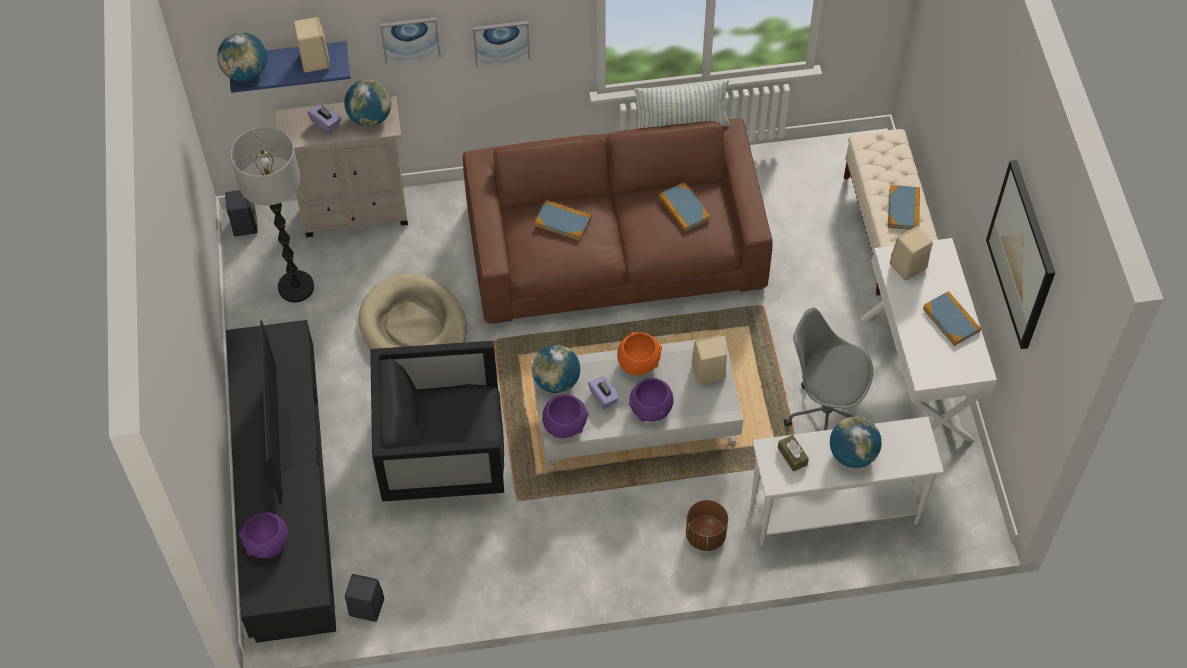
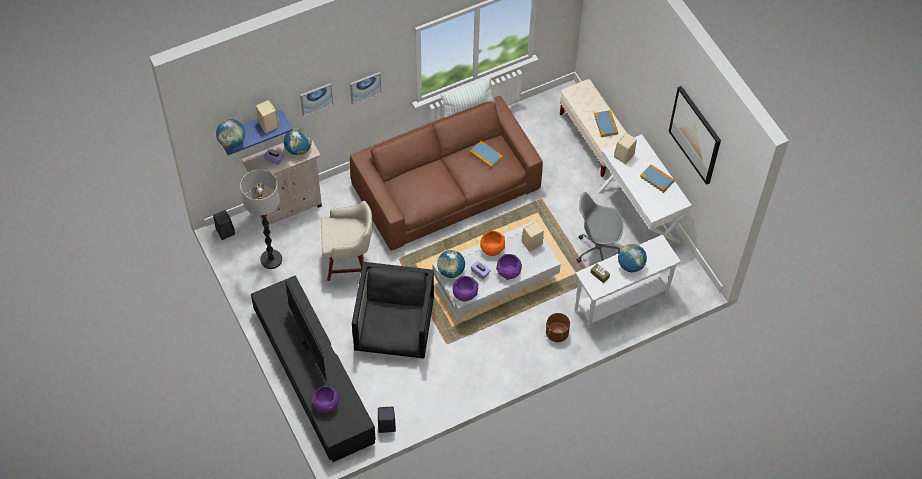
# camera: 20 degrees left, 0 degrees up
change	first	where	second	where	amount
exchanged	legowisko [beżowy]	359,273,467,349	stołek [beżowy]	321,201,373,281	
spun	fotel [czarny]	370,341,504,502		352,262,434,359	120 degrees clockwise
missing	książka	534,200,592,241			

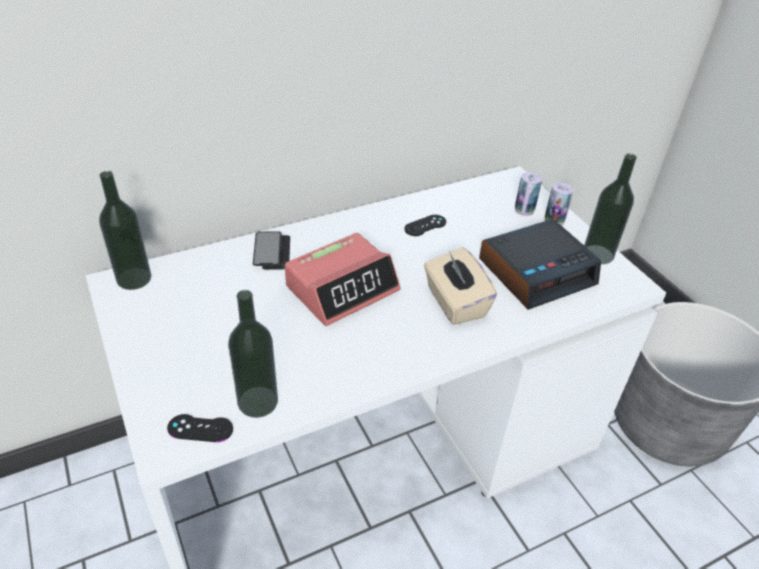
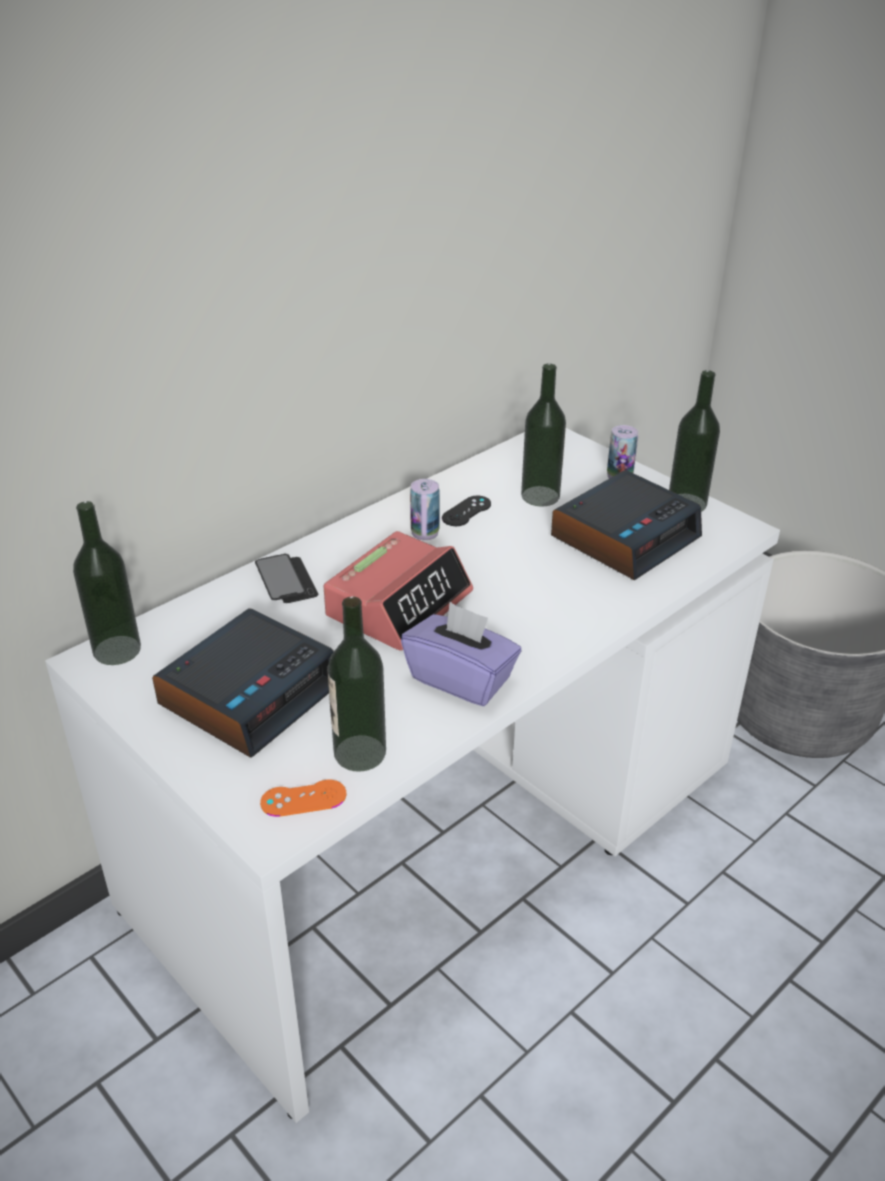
# camera: 15 degrees left, 5 degrees down
change	first	where	second	where	amount
colour	pad do gier [czarny]	167,414,233,442	pad do gier [pomarańczowy]	260,780,346,817	
missing	pudełko chusteczek [beżowy]	424,247,497,325			
relocated	puszka	515,172,542,216		410,479,440,540	
appeared			budzik	152,608,334,758	
appeared			pudełko chusteczek [fioletowy]	401,602,521,706	
appeared			butelka	521,363,566,506	

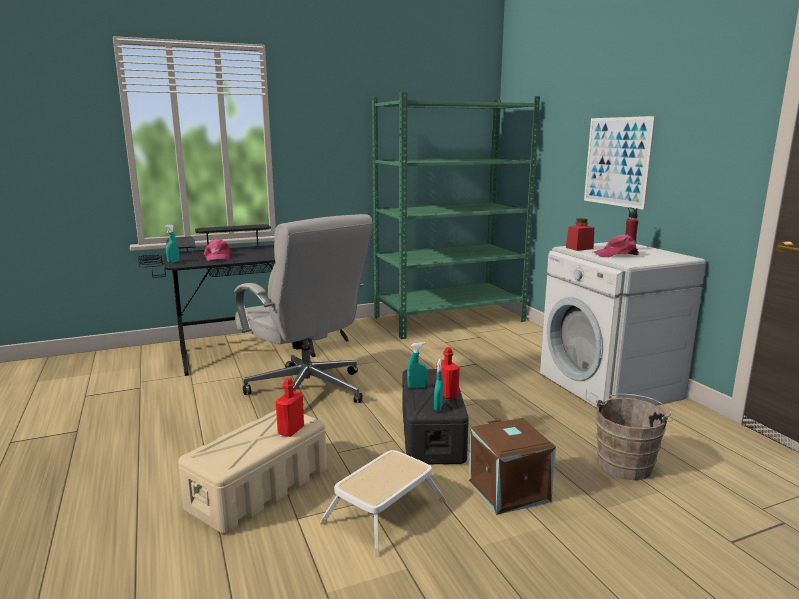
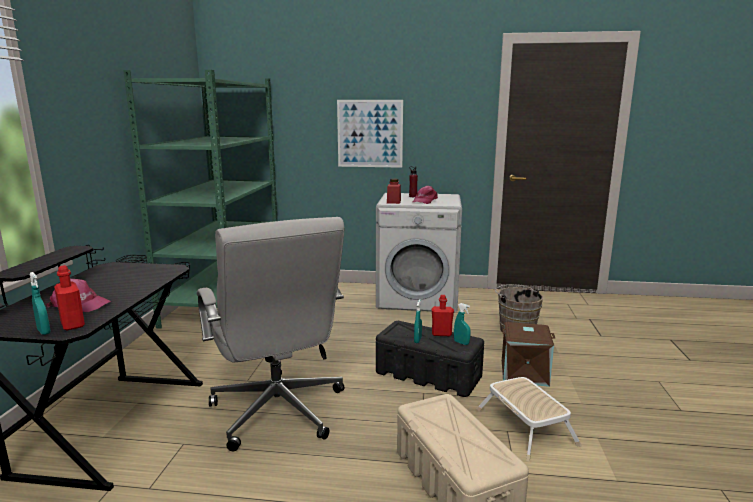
# camera: 60 degrees left, 0 degrees up
change	first	where	second	where	amount
spun	krzesło biurowe [szary]	234,214,373,403		196,217,344,451	75 degrees clockwise
relocated	butelka [czerwony]	275,378,304,437		54,265,85,330	

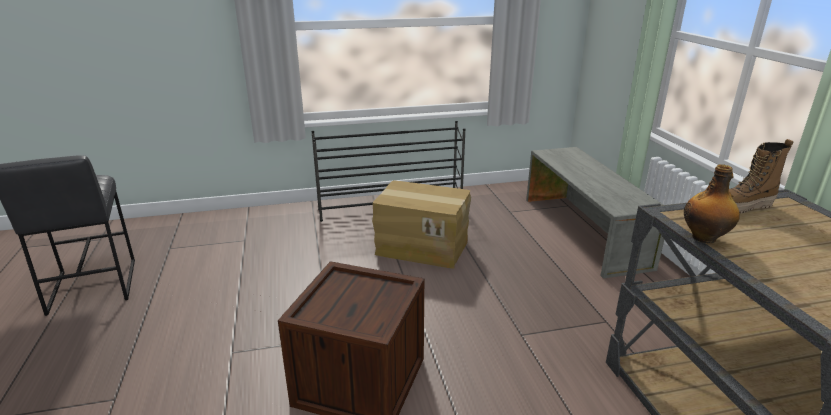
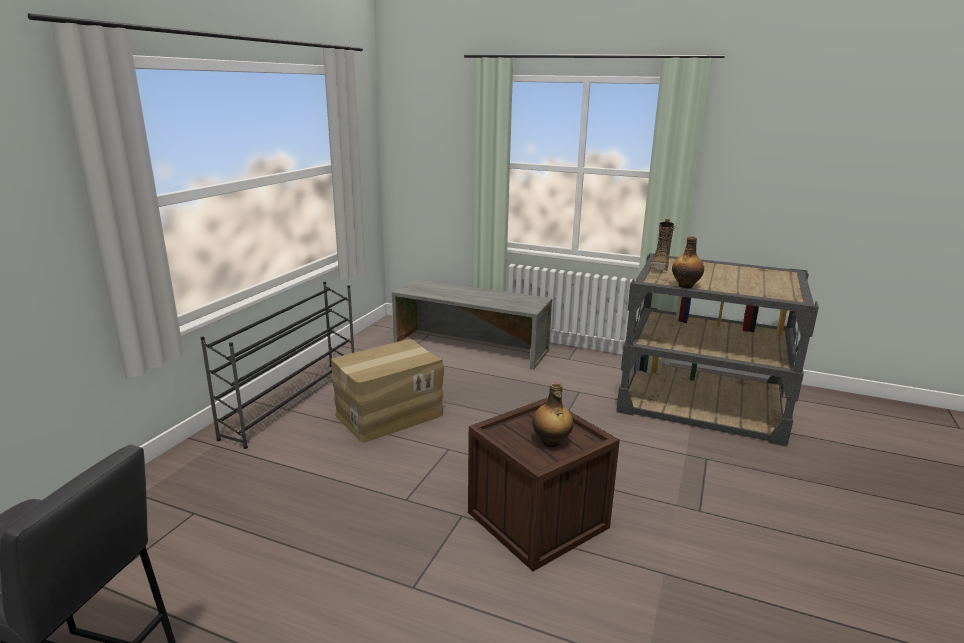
# camera: 55 degrees left, 5 degrees down
change	first	where	second	where	amount
appeared			butelka	532,383,573,447	

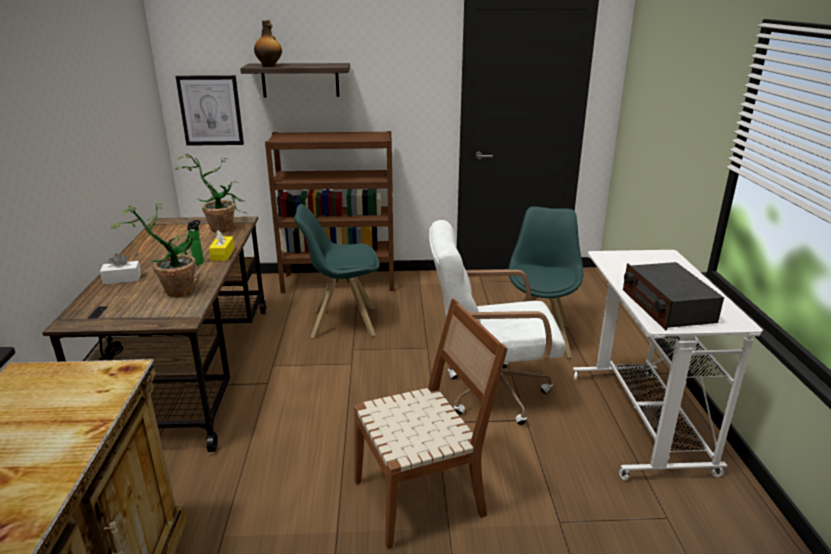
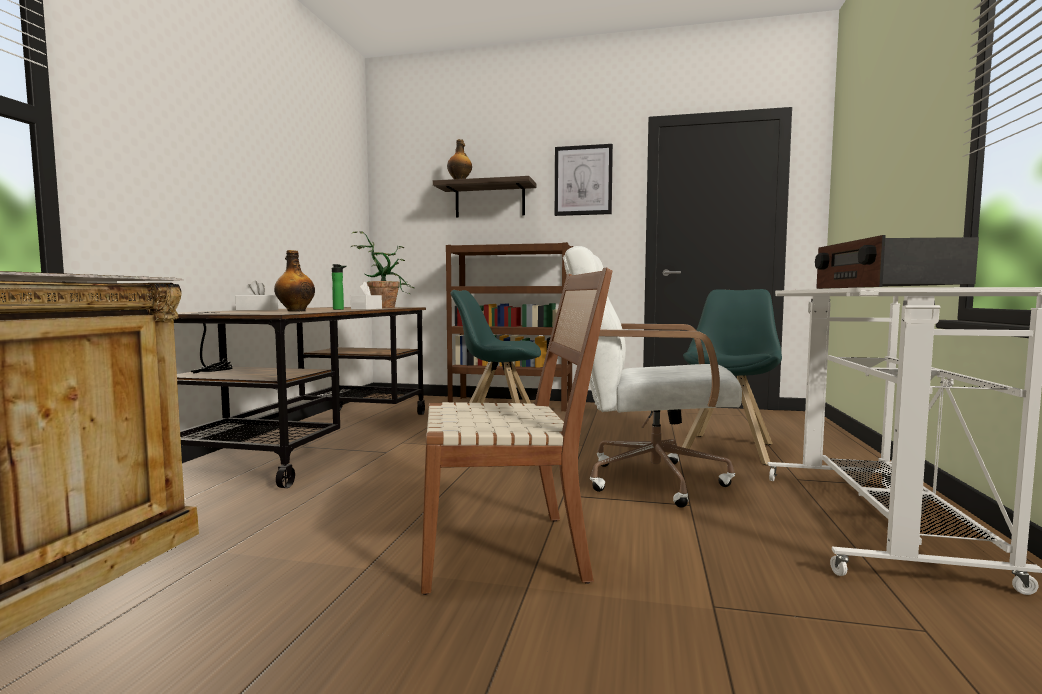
# camera: 15 degrees right, 20 degrees down
change	first	where	second	where	amount
exchanged	roślina doniczkowa	111,203,205,297	butelka	274,250,315,312	
relocated	obraz	176,75,244,146		555,144,613,216	
colour	pudełko chusteczek [żółty]	209,230,235,261	pudełko chusteczek [biały]	351,282,382,310	

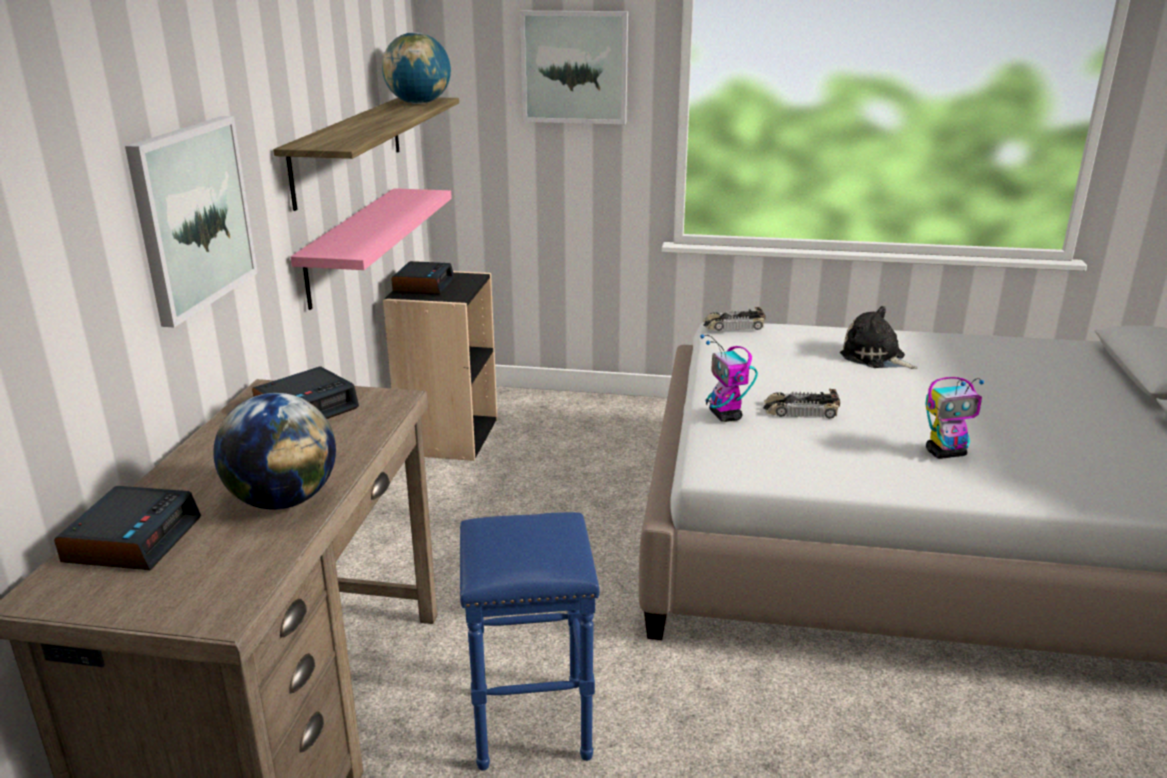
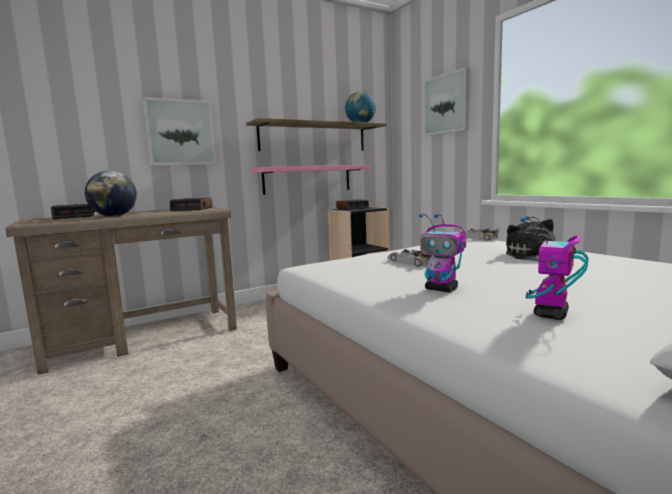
# camera: 50 degrees right, 15 degrees down
change	first	where	second	where	amount
missing	stołek [niebieski]	460,512,600,771			
relocated	robot zabawkowy	700,334,758,422		520,216,588,320	

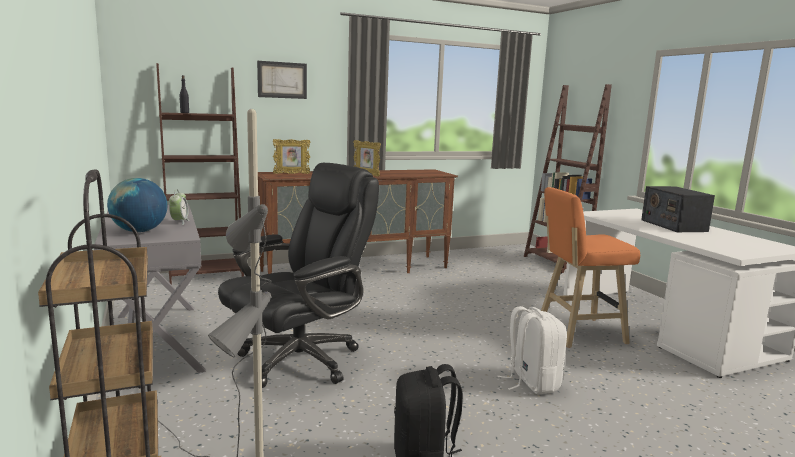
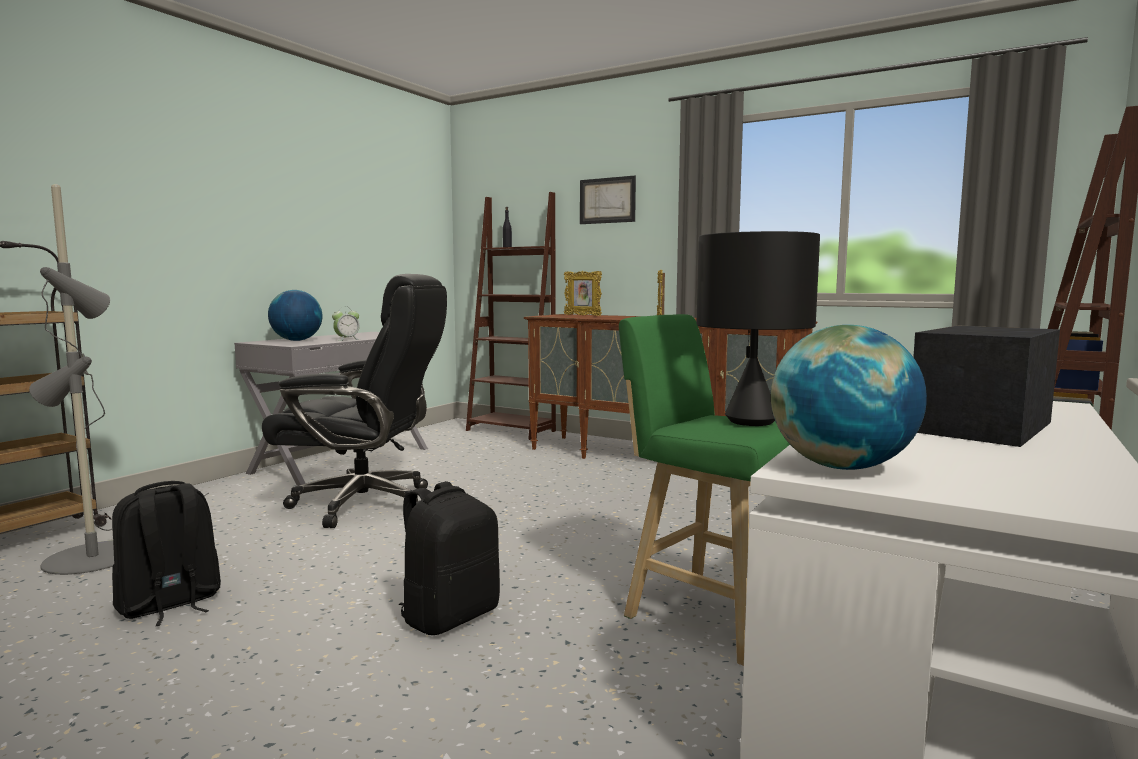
# camera: 55 degrees right, 5 degrees down
change	first	where	second	where	amount
colour	plecak [biały]	498,306,567,395	plecak [czarny]	399,481,500,635	
colour	stołek [pomarańczowy]	541,187,640,348	stołek [zielony]	619,314,790,666	
appeared			lampa stołowa [czarny]	697,231,820,426	
appeared			globus	771,325,927,470	

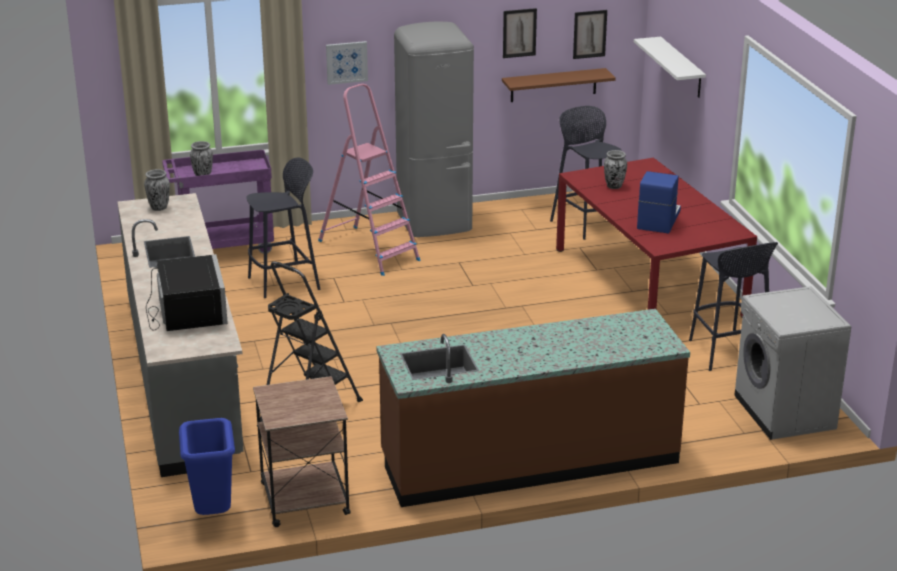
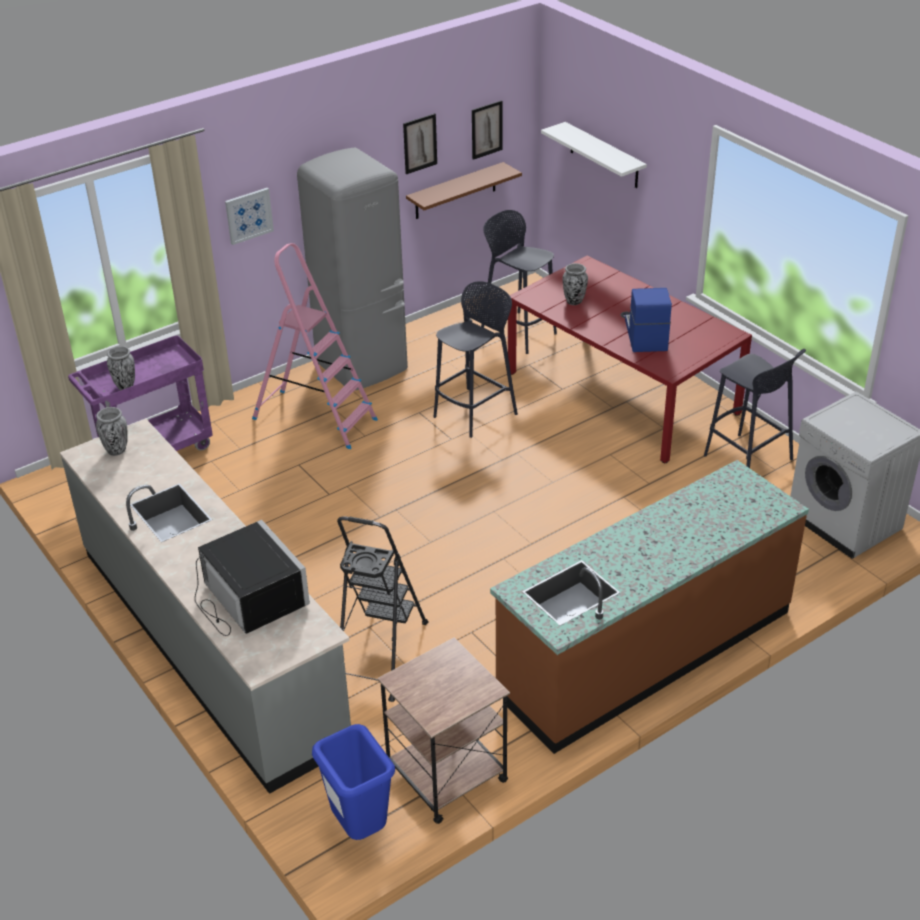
# camera: 20 degrees left, 10 degrees up
change	first	where	second	where	amount
relocated	stołek [szary]	246,158,321,298		434,281,518,438	

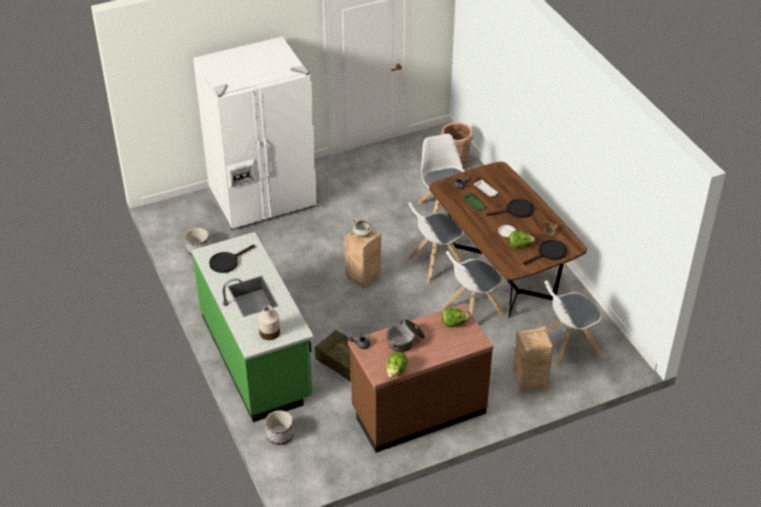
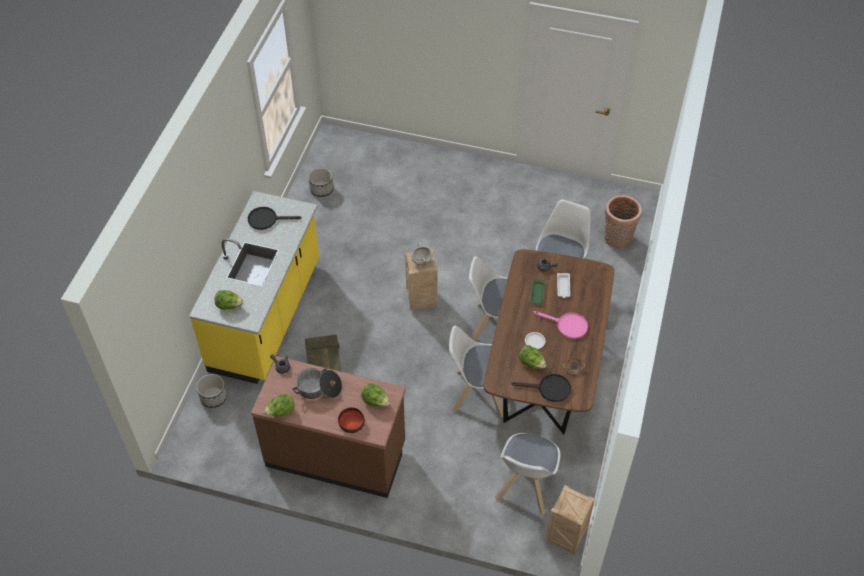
# camera: 40 degrees right, 10 degrees up
change	first	where	second	where	amount
colour	zabudowa kuchenna [zielony]	192,232,314,422	zabudowa kuchenna [żółty]	189,191,319,384	
missing	lodówka [biały]	193,37,317,230			
exchanged	wazon [beżowy]	258,305,280,340	sałata	214,290,244,310	
colour	patelnia [czarny]	486,199,534,218	patelnia [różowy]	534,311,588,339	
relocated	skrzynka	513,326,553,393		545,485,595,555	
spun	krzesło	545,280,602,367		495,433,560,515	90 degrees counterclockwise
appeared			miska	338,407,365,433	

